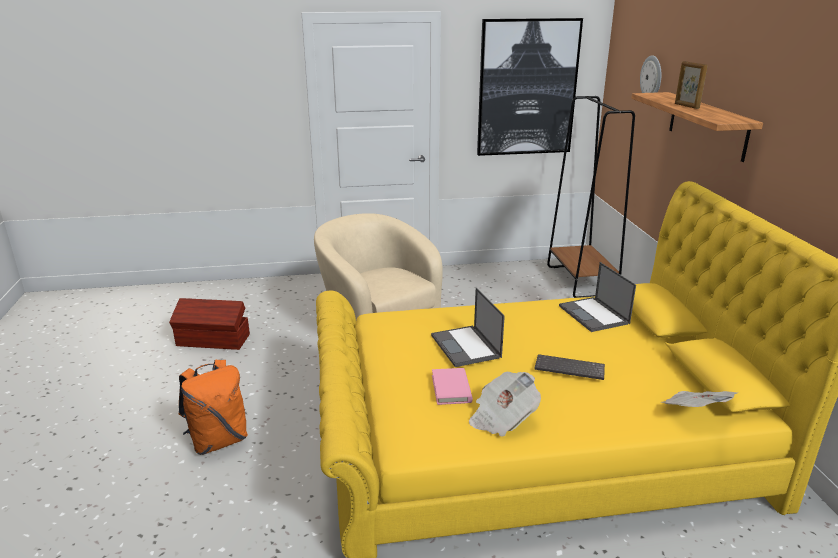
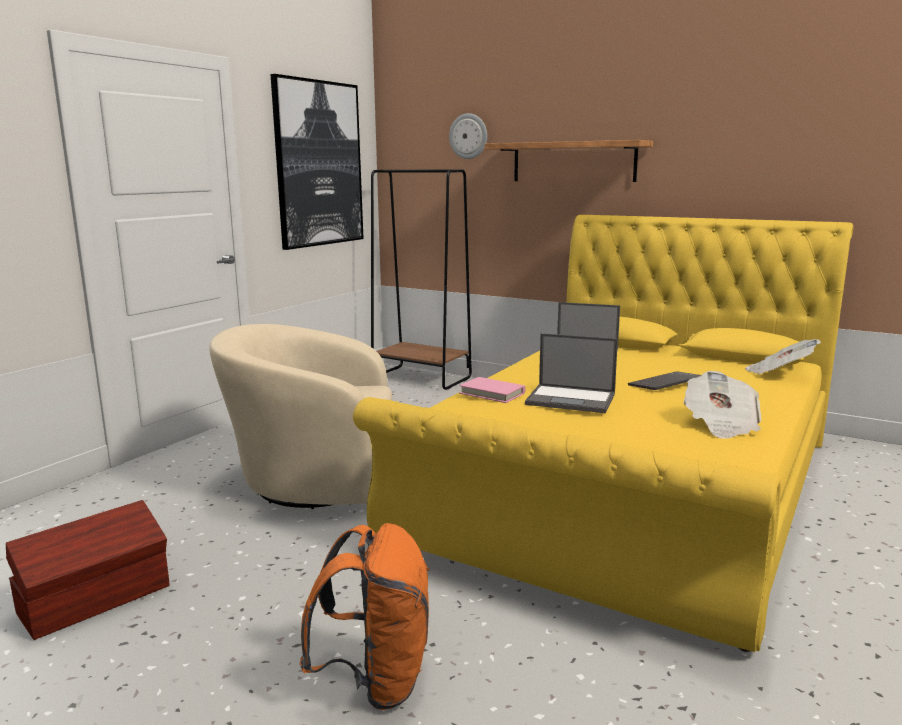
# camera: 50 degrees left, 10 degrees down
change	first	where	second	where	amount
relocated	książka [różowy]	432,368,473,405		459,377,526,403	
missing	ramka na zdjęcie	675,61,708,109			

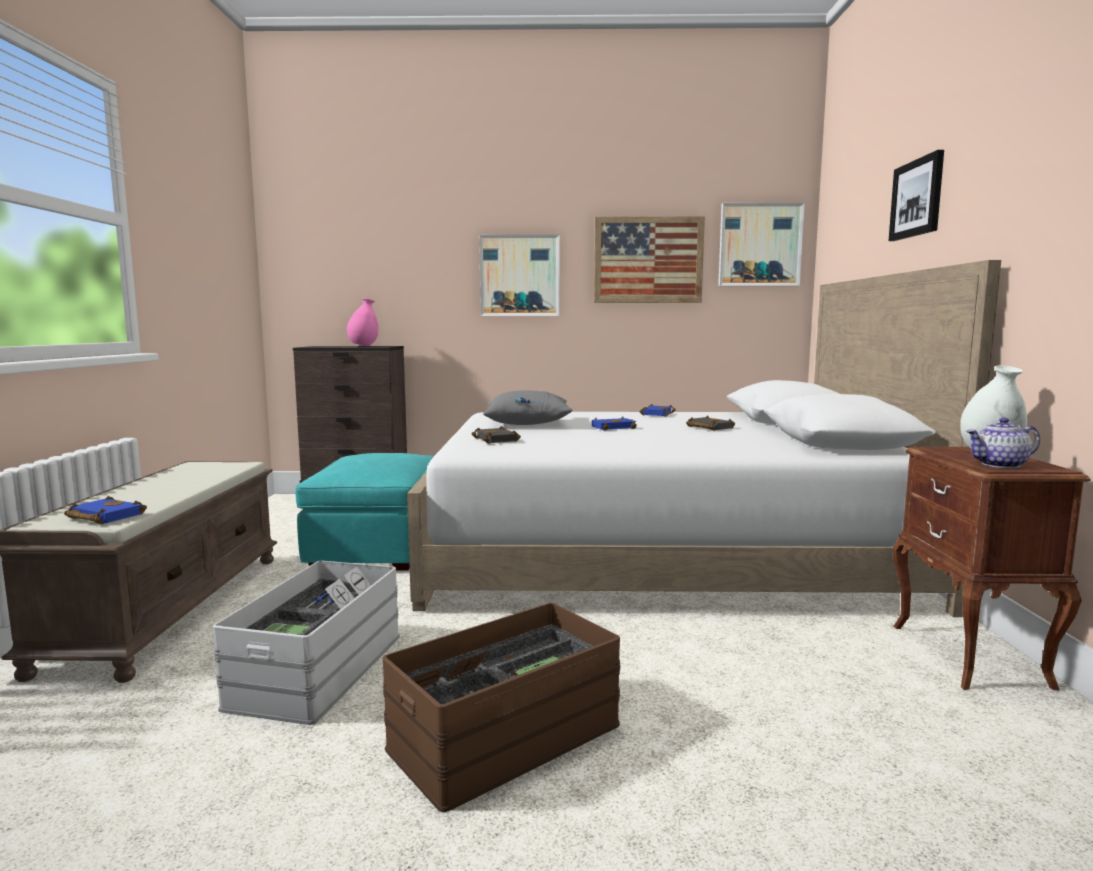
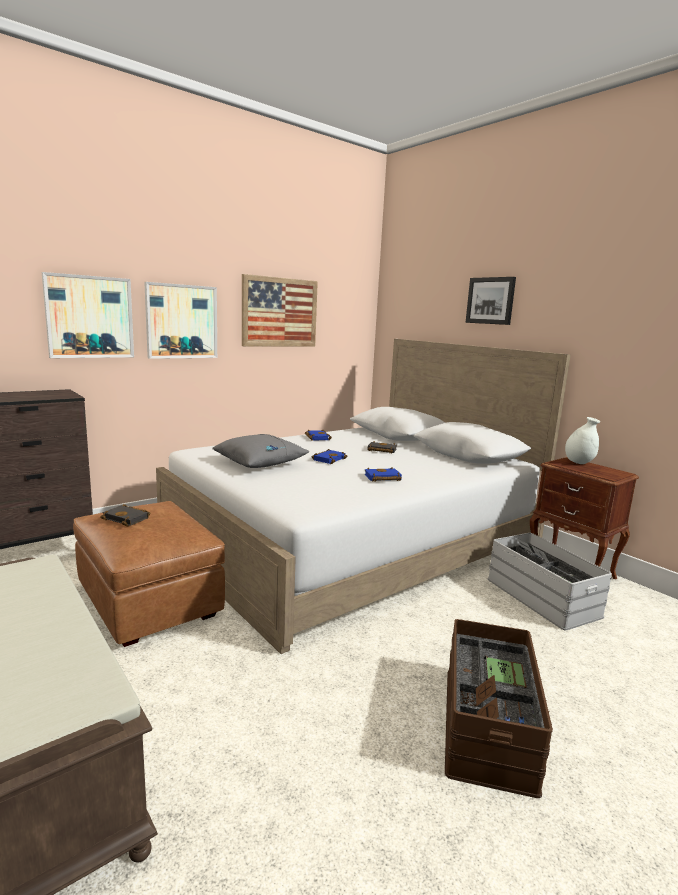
# camera: 40 degrees left, 5 degrees up
change	first	where	second	where	amount
relocated	książka [niebieski]	64,496,147,524		365,467,402,482	
relocated	pojemnik do przechowywania [szary]	212,561,400,725		488,533,612,630	
colour	pufa [turkusowy]	295,453,434,571	pufa [brązowy]	73,501,225,647	
missing	wazon [różowy]	347,298,378,346			
relocated	książka [czarny]	472,426,521,444		100,504,150,526	
relocated	obraz	718,203,805,286		42,272,134,358	
missing	imbryk	966,418,1040,468			

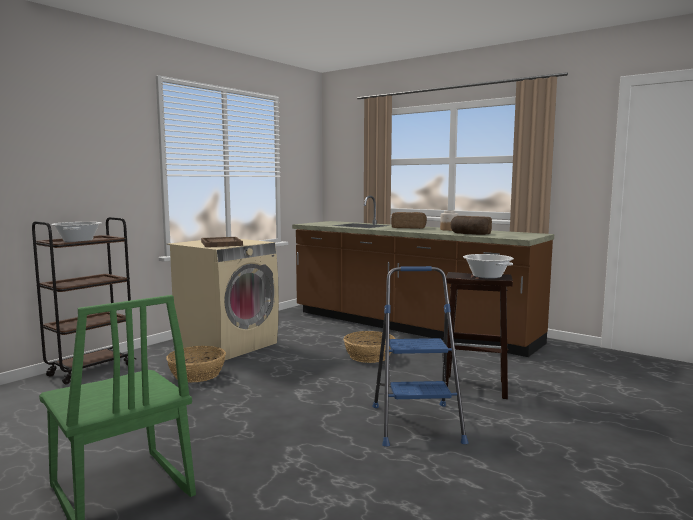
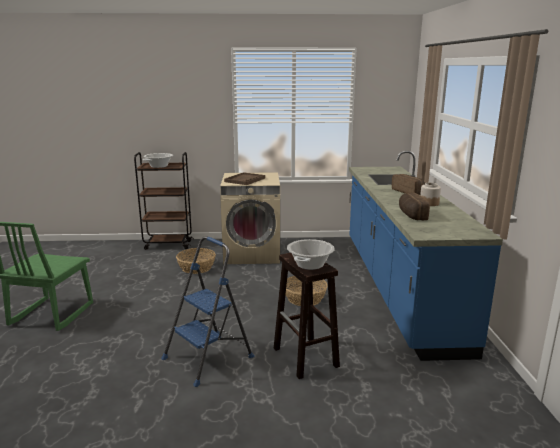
# camera: 50 degrees right, 10 degrees up
change	first	where	second	where	amount
colour	zabudowa kuchenna [brązowy]	292,196,554,357	zabudowa kuchenna [niebieski]	349,151,503,361	

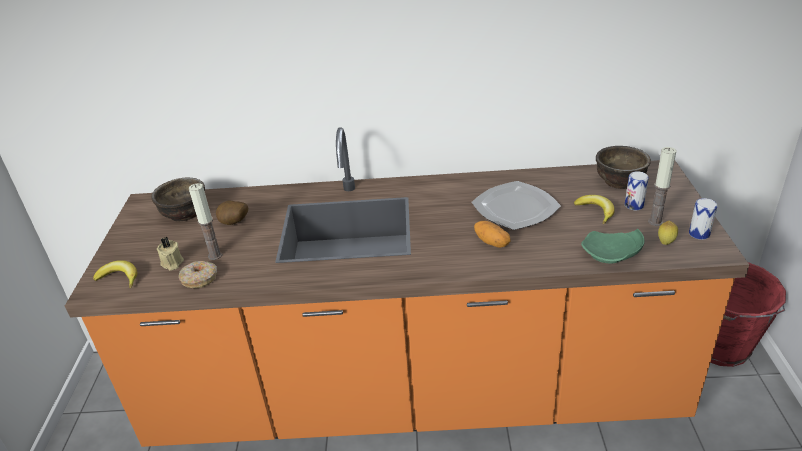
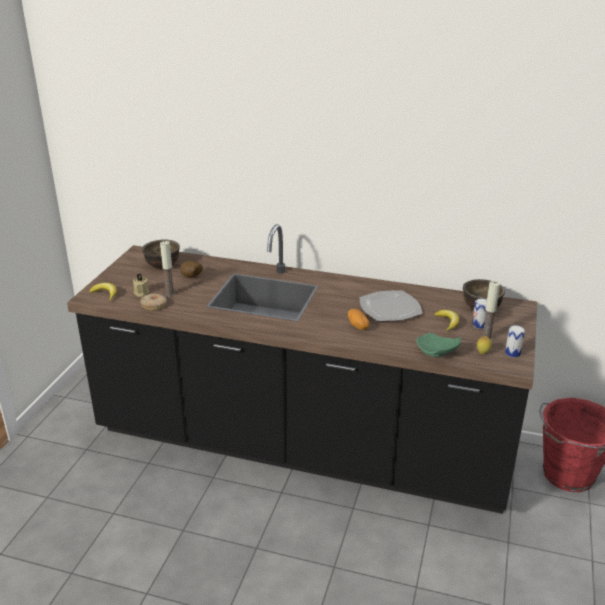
# camera: 15 degrees right, 5 degrees down
change	first	where	second	where	amount
colour	zabudowa kuchenna [pomarańczowy]	65,127,749,447	zabudowa kuchenna [czarny]	67,224,537,514	

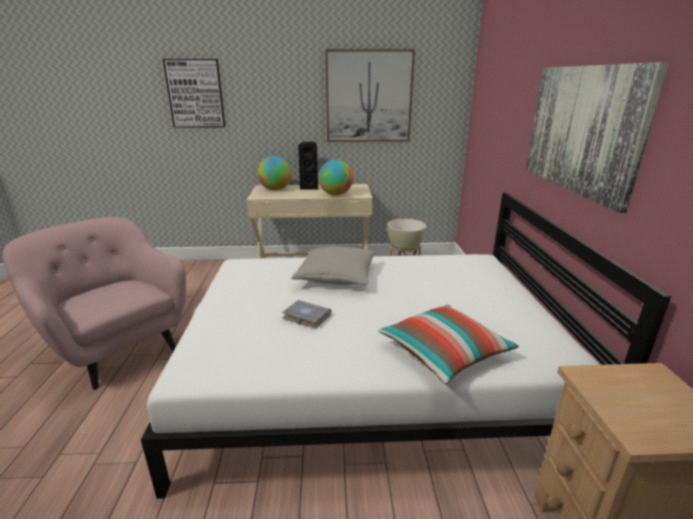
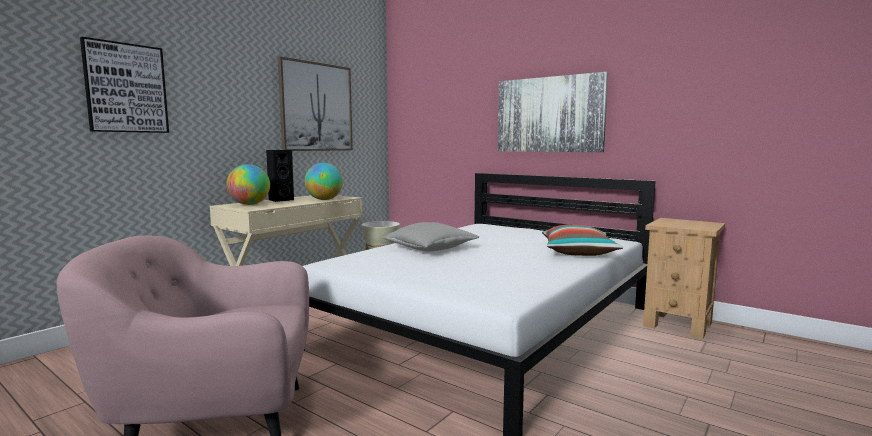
# camera: 50 degrees left, 15 degrees down
change	first	where	second	where	amount
missing	książka [szary]	282,300,332,329			

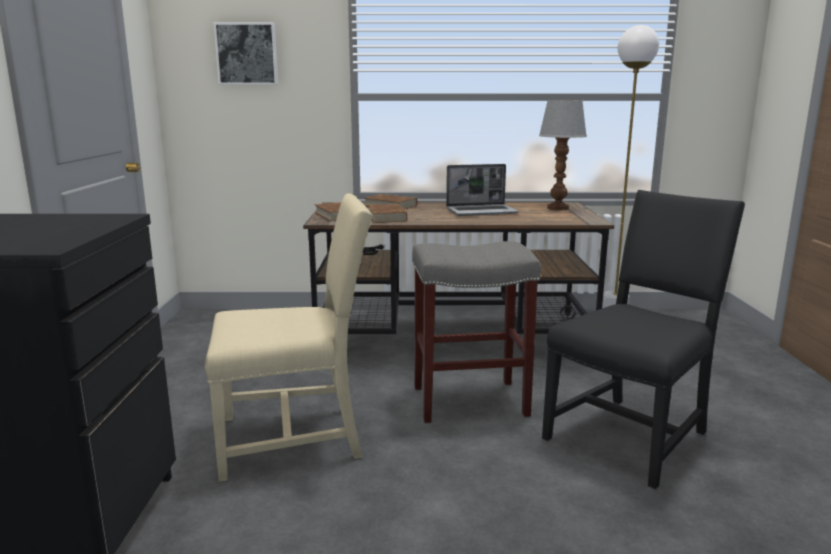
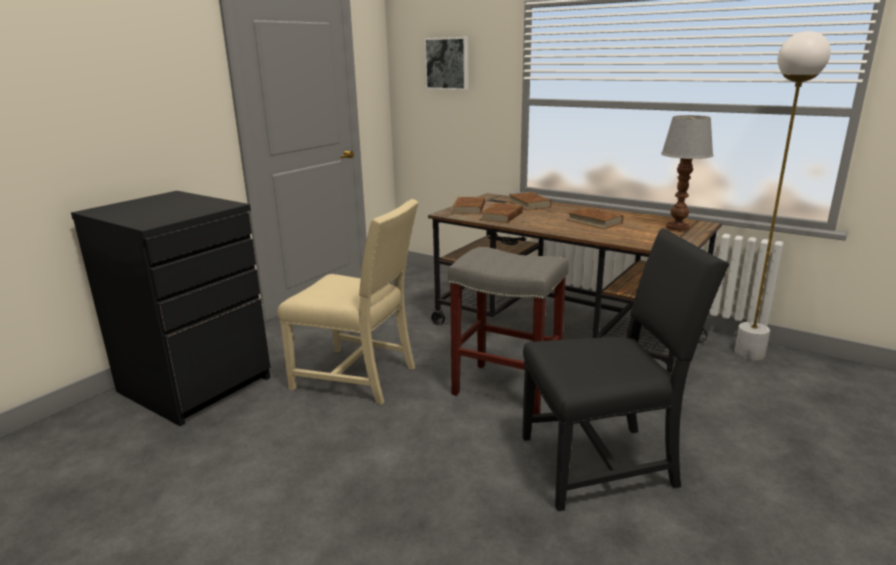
# camera: 35 degrees right, 5 degrees up
change	first	where	second	where	amount
exchanged	laptop	446,164,519,216	książka [brązowy]	567,207,623,229	

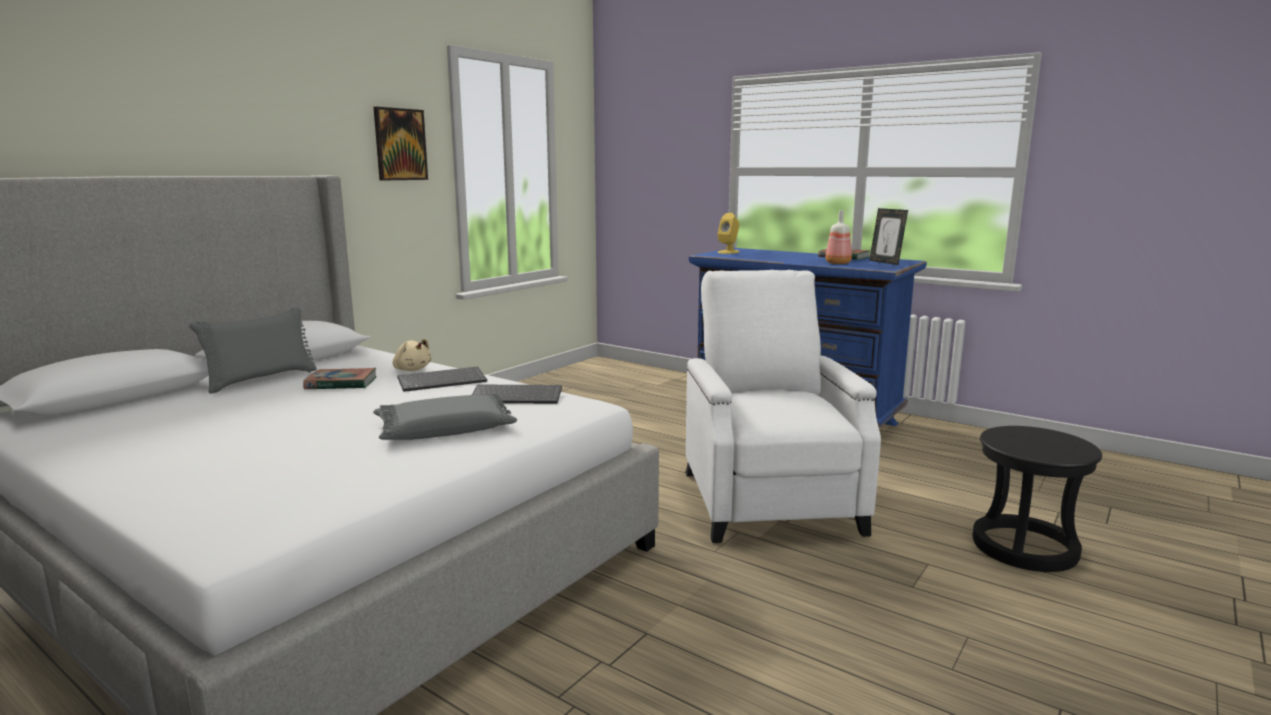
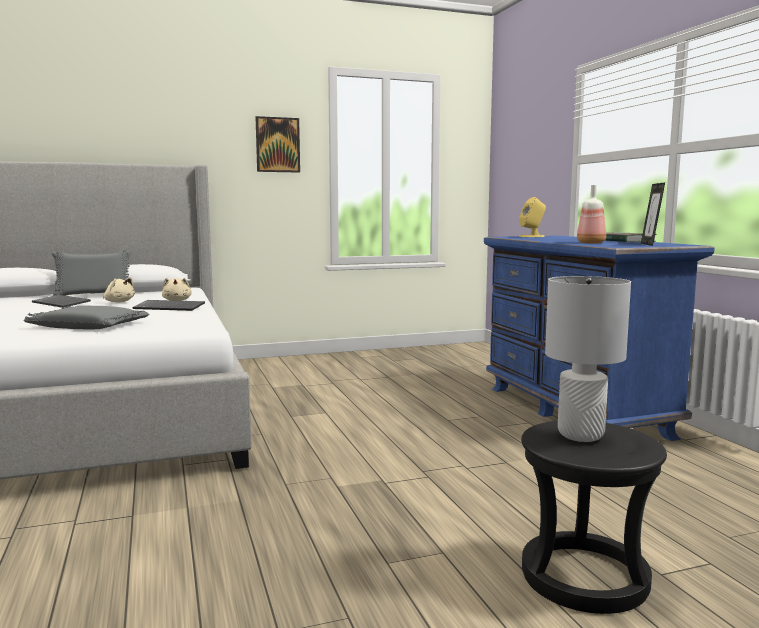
# camera: 35 degrees right, 5 degrees down
change	first	where	second	where	amount
exchanged	książka	303,368,377,389	pluszak [beżowy]	103,277,135,302	
relocated	klawiatura	472,385,562,404		32,295,91,308	
missing	fotel [biały]	685,270,881,543			
appeared			lampa stołowa [szary]	545,276,631,442	

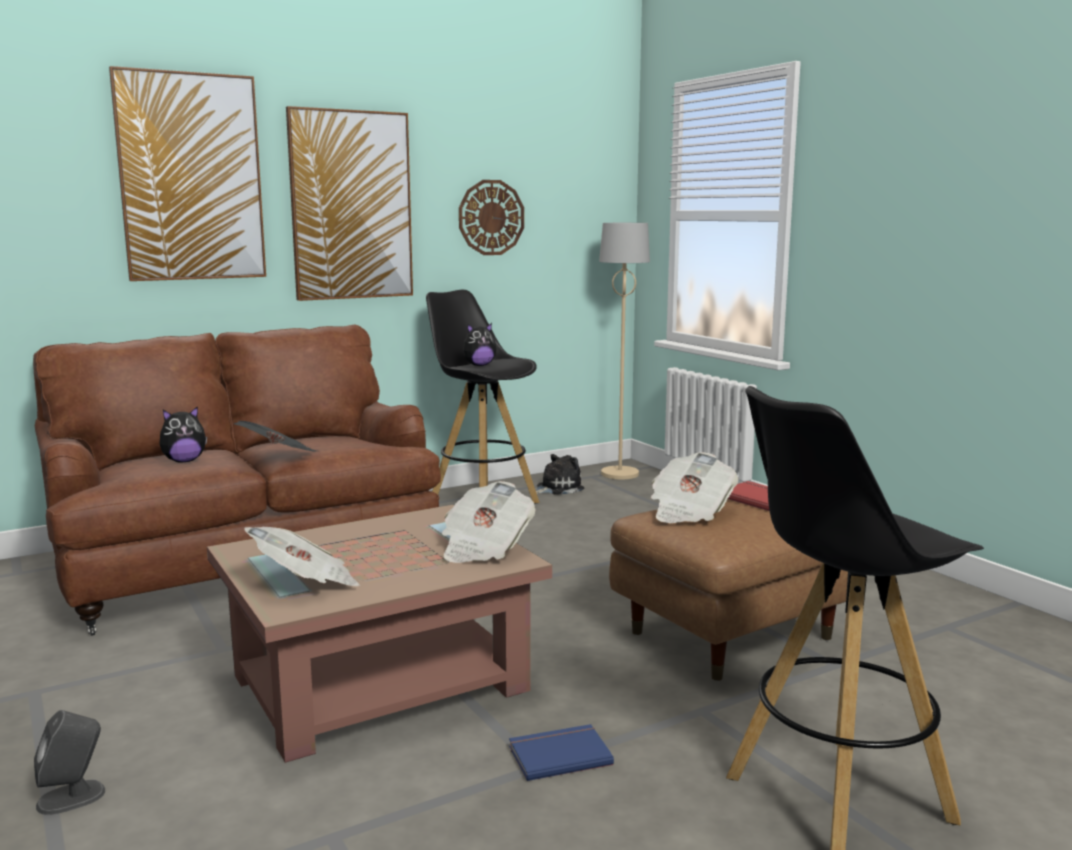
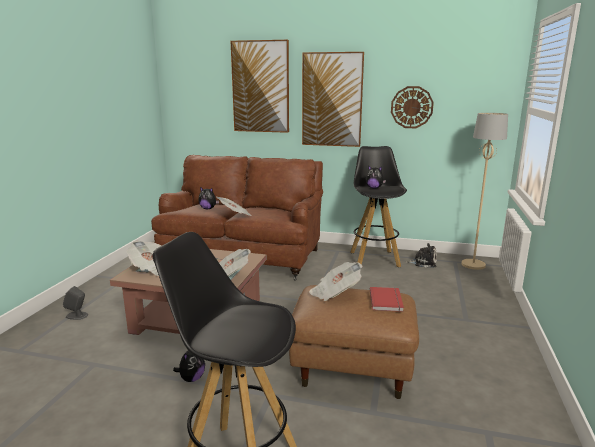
# camera: 45 degrees right, 5 degrees up
change	first	where	second	where	amount
exchanged	książka [niebieski]	509,724,614,781	pluszak	173,351,205,382	

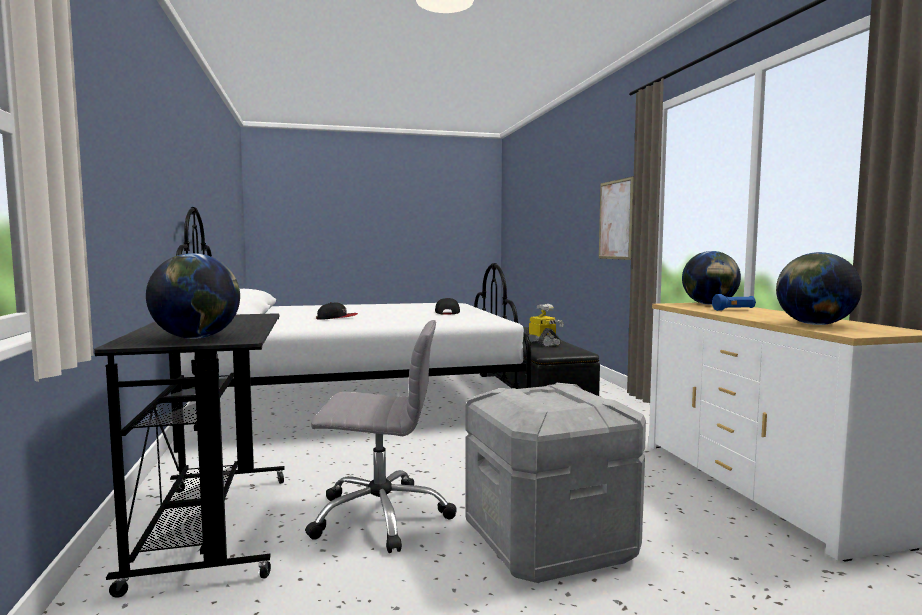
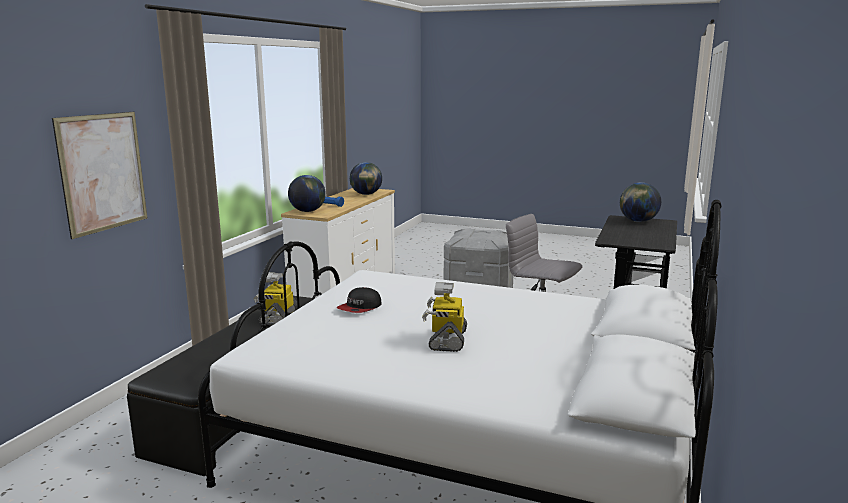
# camera: 145 degrees left, 10 degrees up
change	first	where	second	where	amount
missing	czapka z daszkiem	316,302,358,320			
appeared			robot zabawkowy	422,282,467,352	

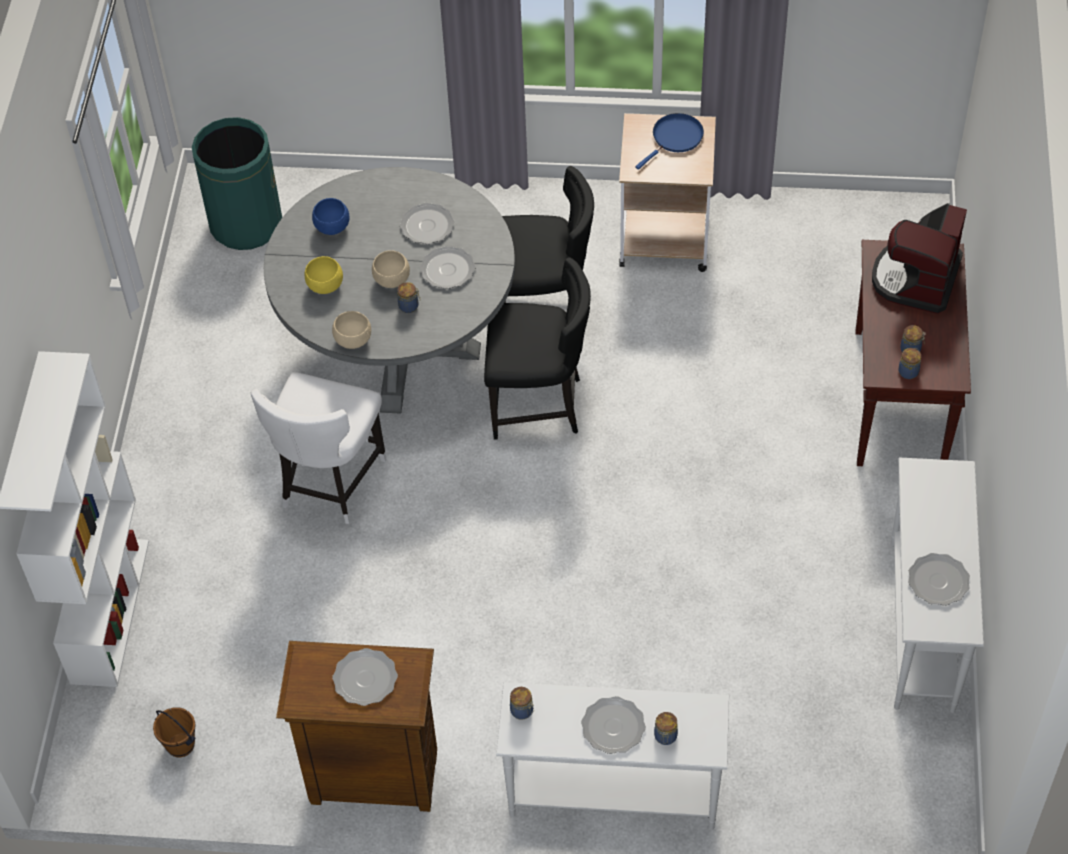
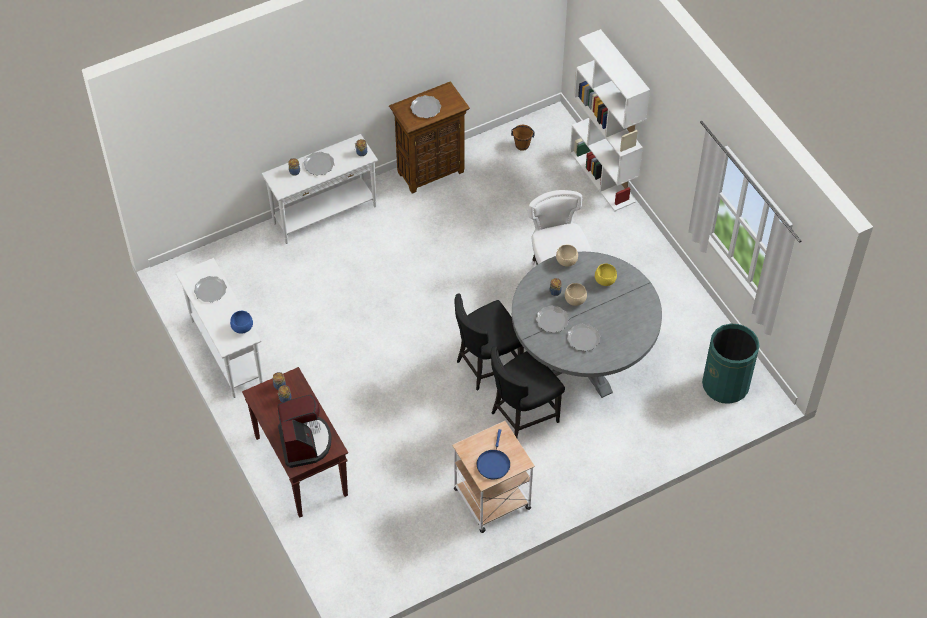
# camera: 145 degrees right, 0 degrees up
change	first	where	second	where	amount
relocated	miska [niebieski]	312,198,350,235		230,311,253,334	

